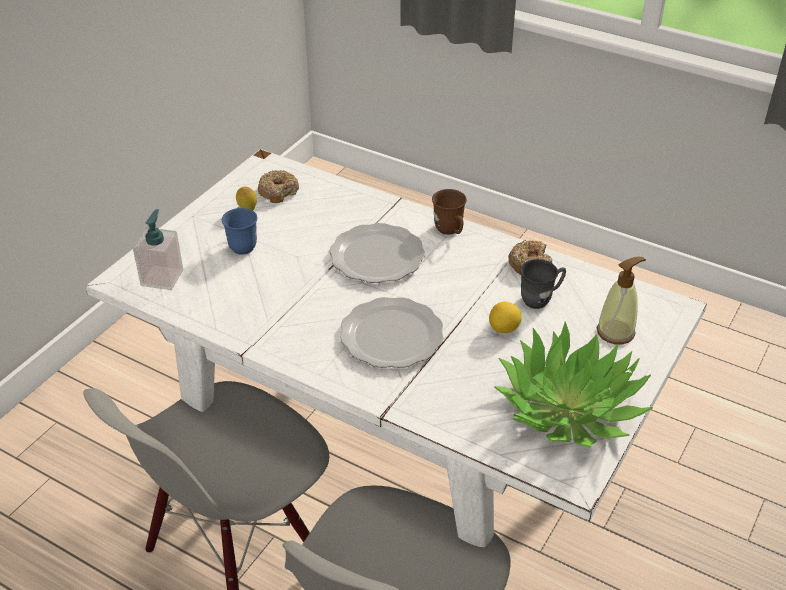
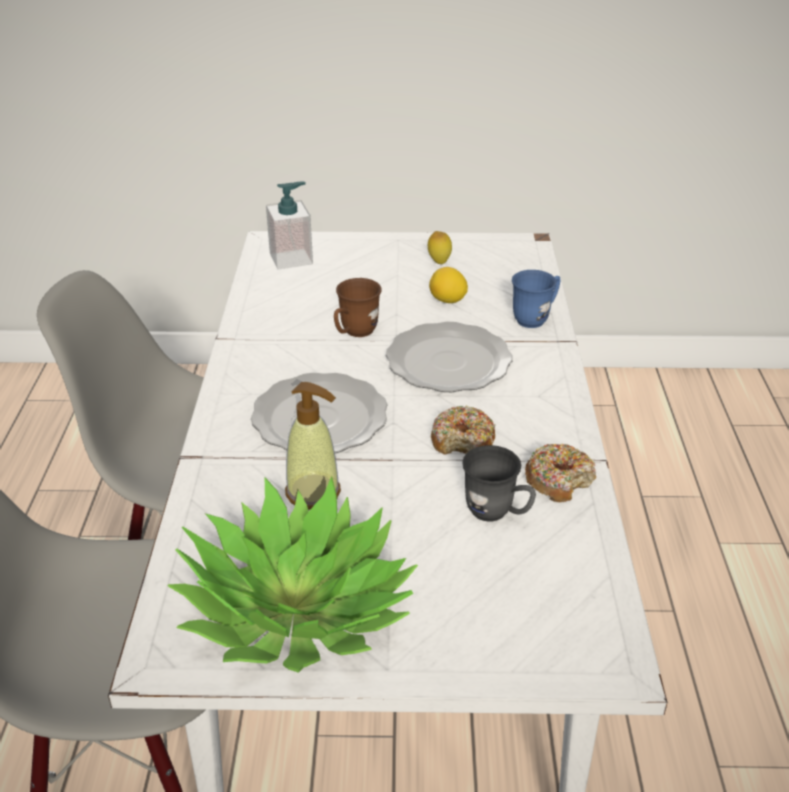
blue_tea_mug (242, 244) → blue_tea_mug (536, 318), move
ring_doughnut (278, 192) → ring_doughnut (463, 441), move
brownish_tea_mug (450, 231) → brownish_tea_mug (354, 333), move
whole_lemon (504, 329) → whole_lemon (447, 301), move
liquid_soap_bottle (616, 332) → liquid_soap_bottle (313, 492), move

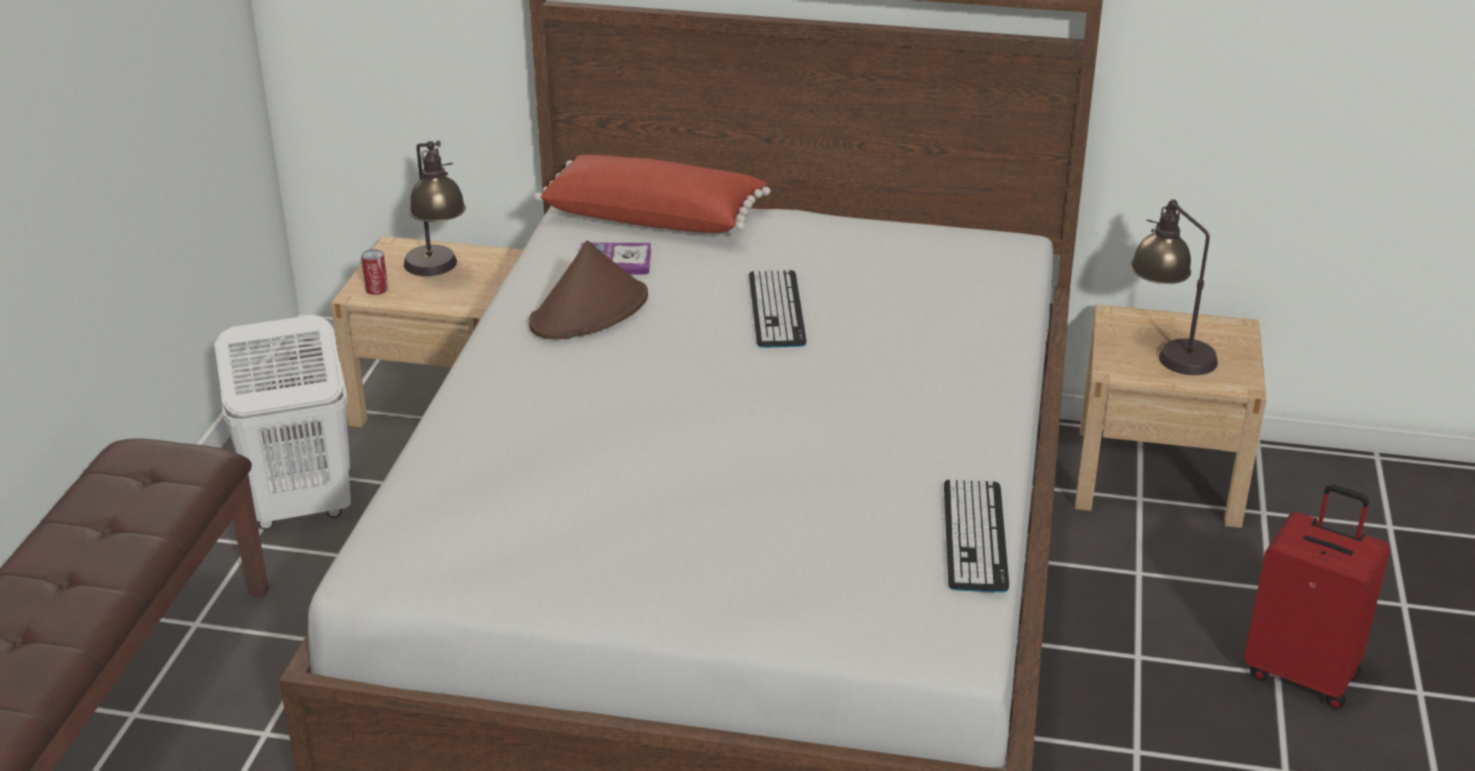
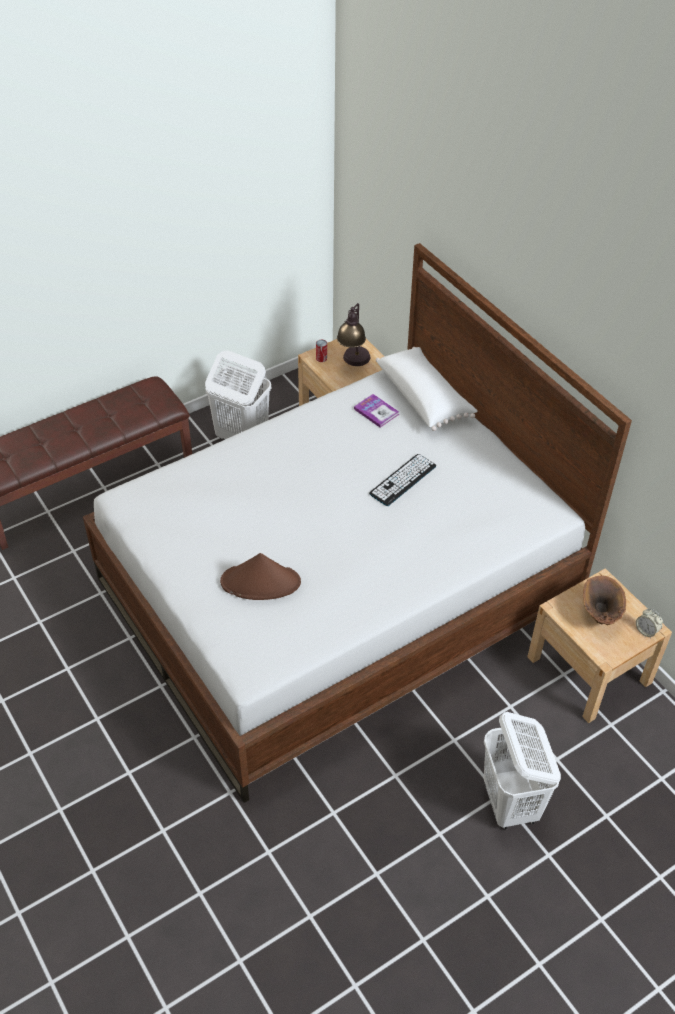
computer_keyboard (975, 536) → -
- → bedside_clock (646, 631)
brownish_wearable_hat (590, 311) → brownish_wearable_hat (261, 582), move
tabletop_lamp (1168, 351) → brownish_vase (598, 616)
reddish_travel_case (1302, 673) → white_washing_basket (510, 804)
reddish_throw_pillow (654, 217) → white_throw_pillow (424, 397)

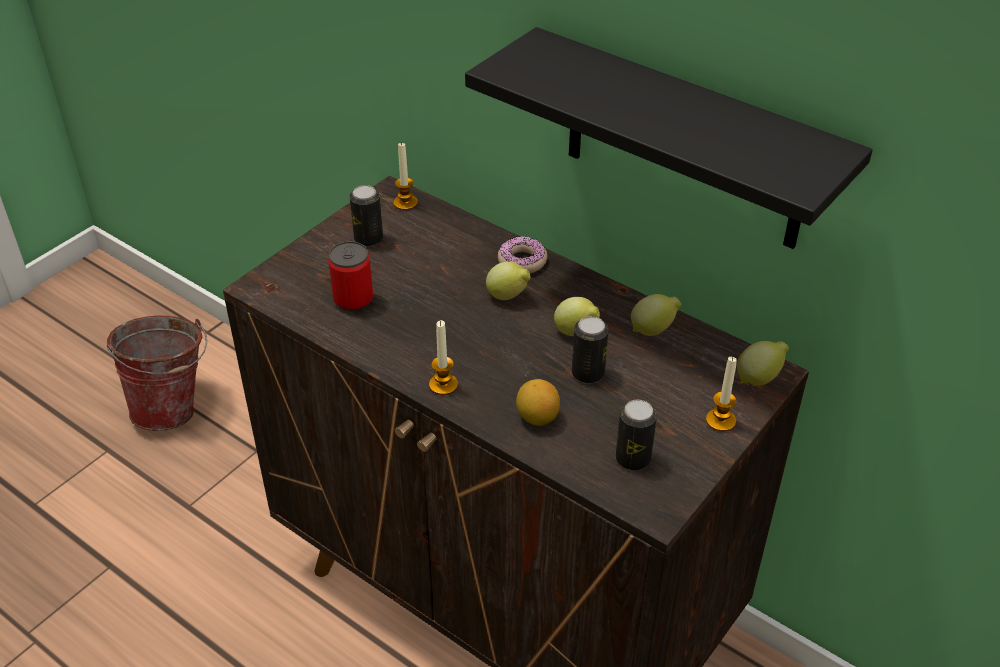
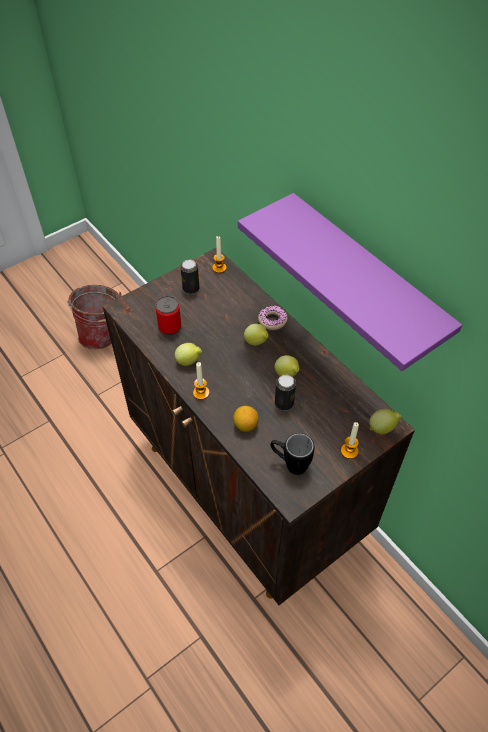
whole_lemon (653, 330) → whole_lemon (189, 362), move
can (633, 458) → black-coloured_tea_mug (290, 464)
black-coloured_shelf (684, 142) → purplish_shelf (364, 283)

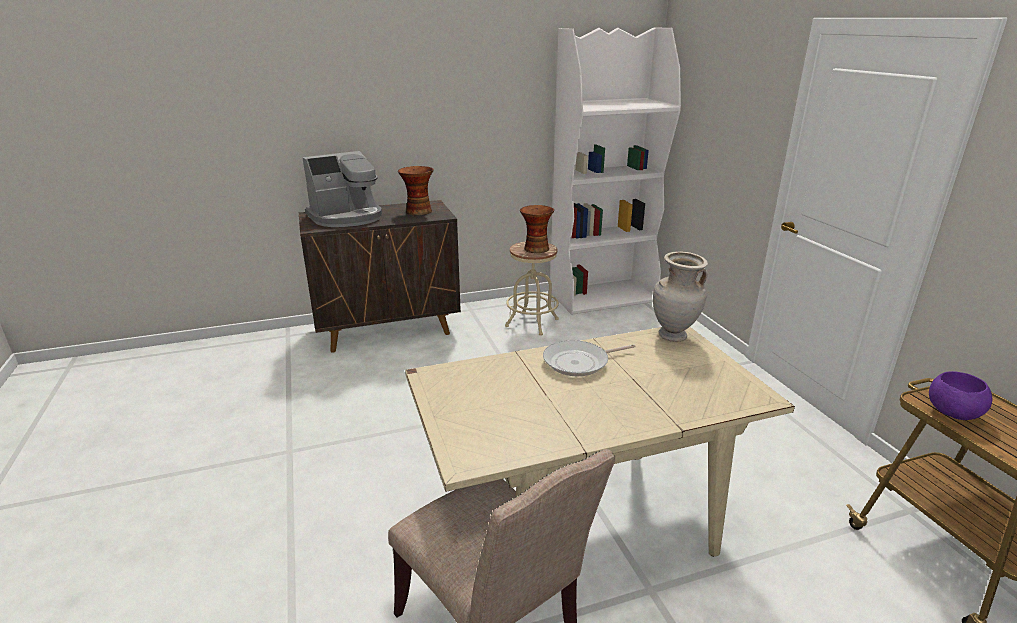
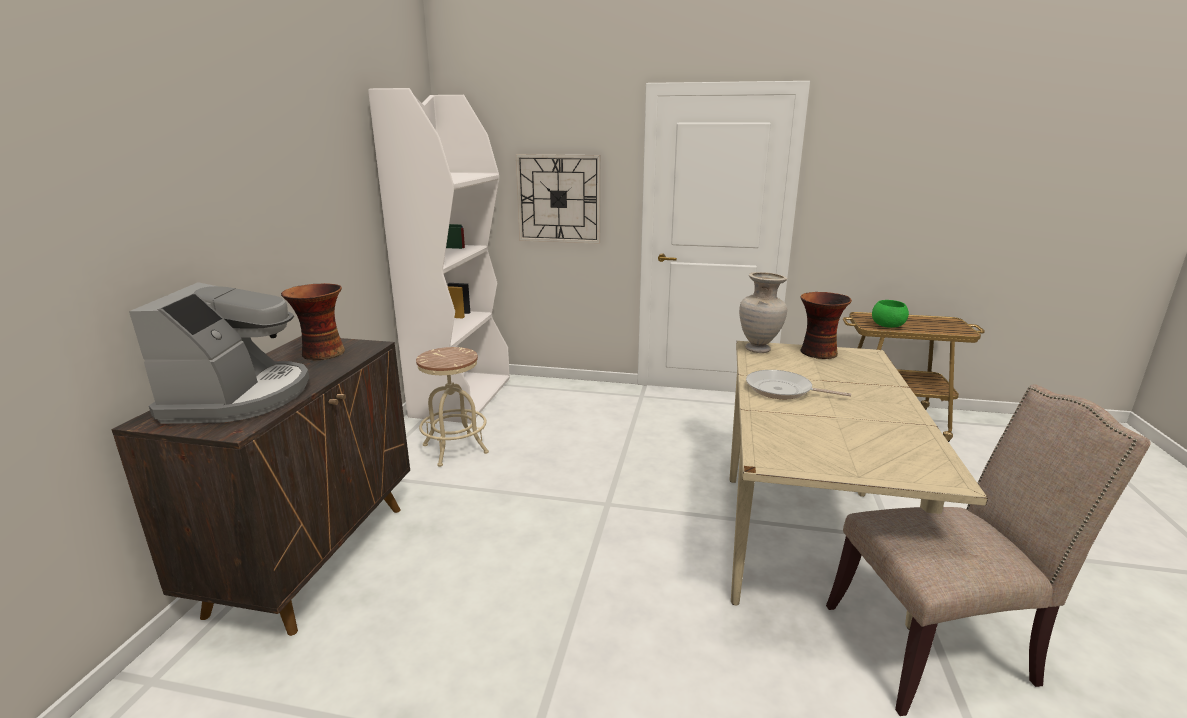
- → hanging_clock (559, 199)
vase (535, 248) → vase (817, 353), move
purplish_deep_dish (951, 412) → green-coloured_deep_dish (887, 326)
frying_pan (579, 362) → frying_pan (782, 390), 105 degrees clockwise

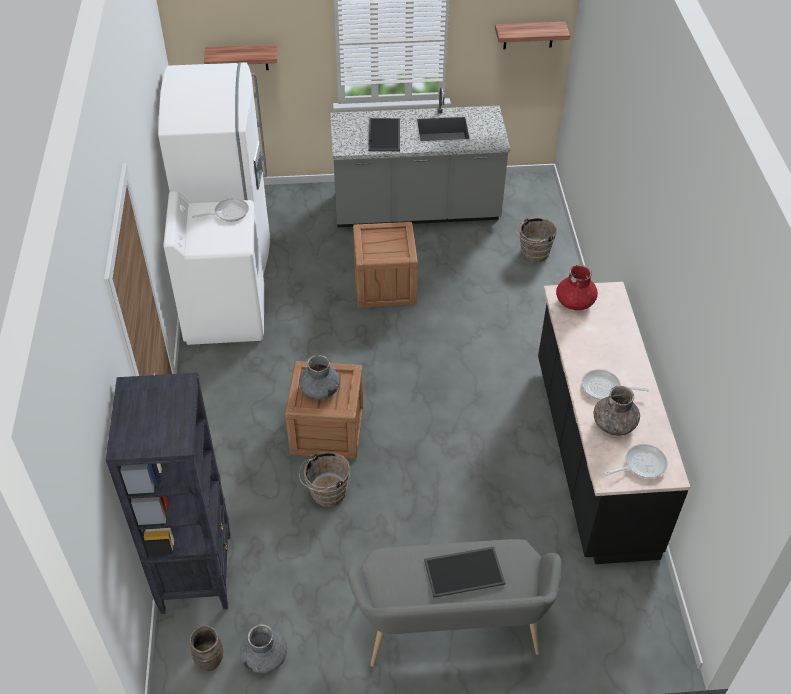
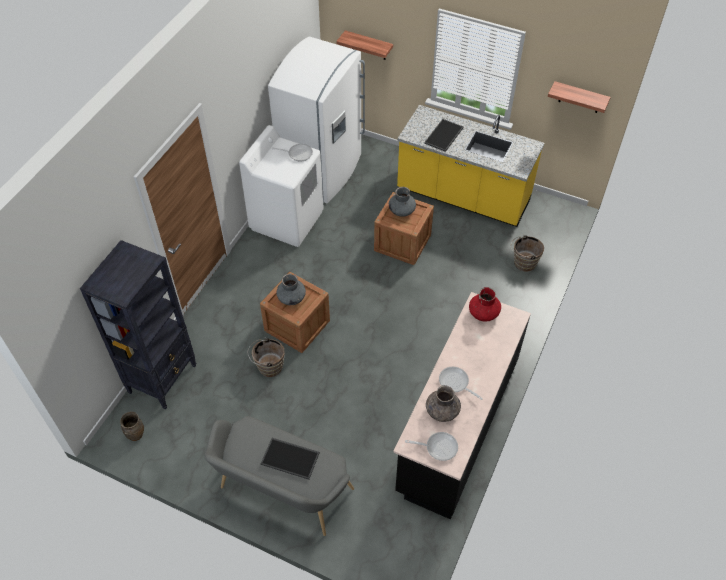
greyish_vase (264, 657) → greyish_vase (402, 210), move
greyish_counter (416, 210) → yellow-coloured_counter (463, 196)

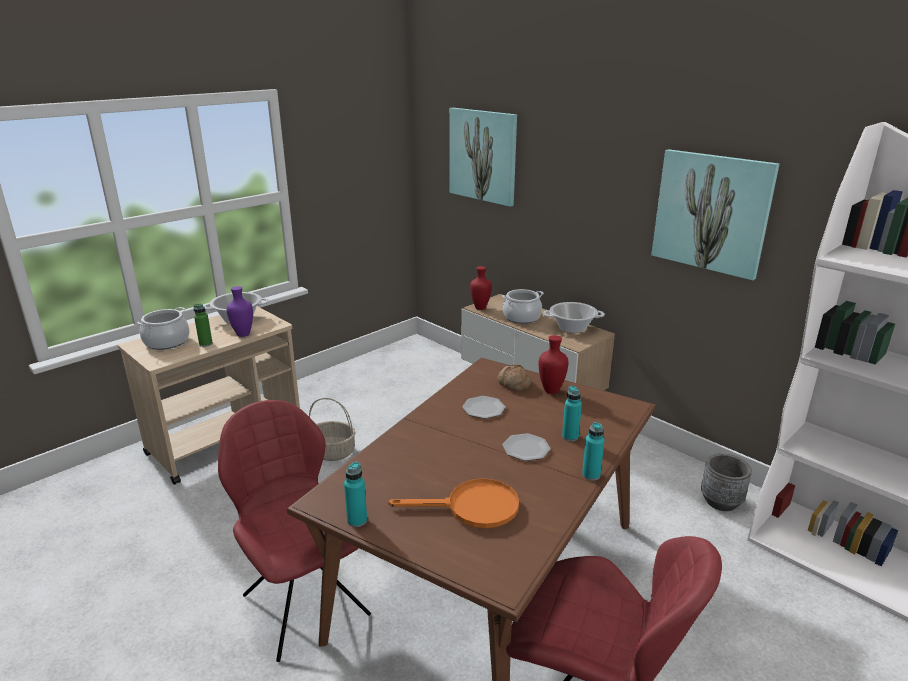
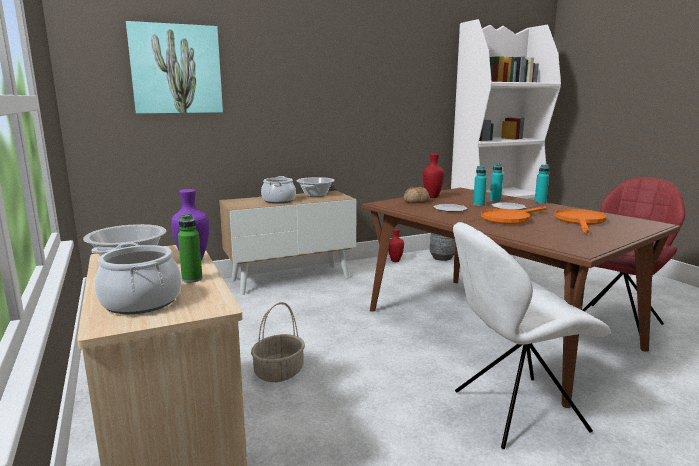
wall_art (711, 212) → -
- → orangey_frying_pan (509, 218)
blue-green_drink_bottle (357, 520) → blue-green_drink_bottle (478, 205), move
reddish_vase (481, 308) → reddish_vase (395, 261), move
reddish_plain_chair (304, 601) → white_plain_chair (514, 411)

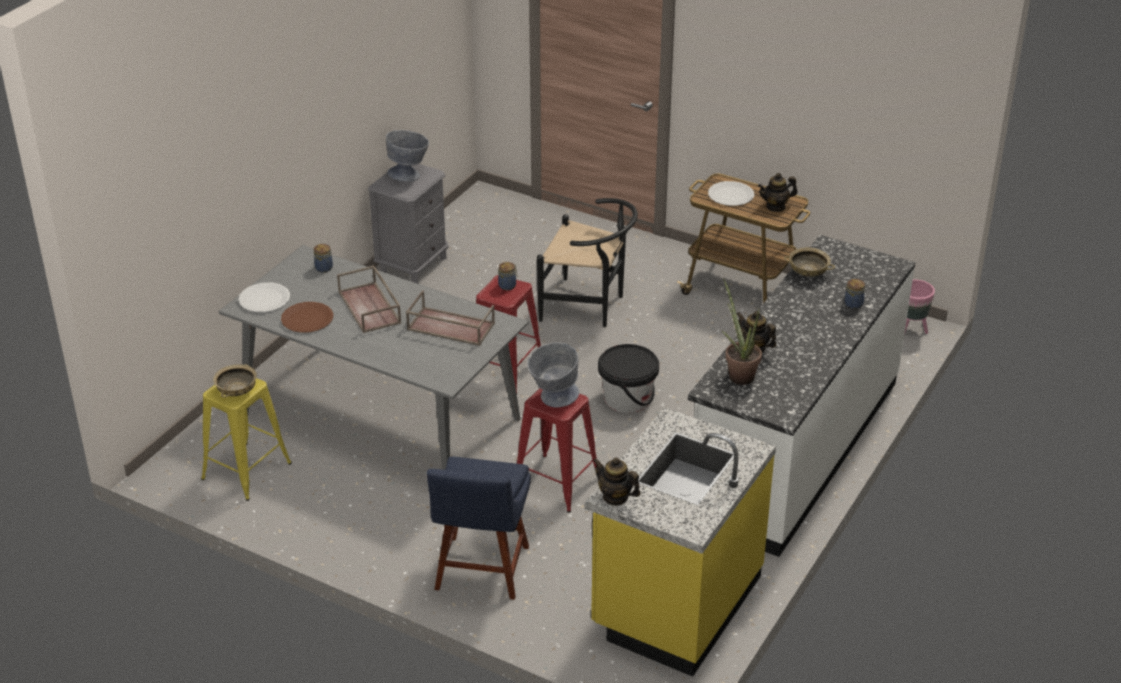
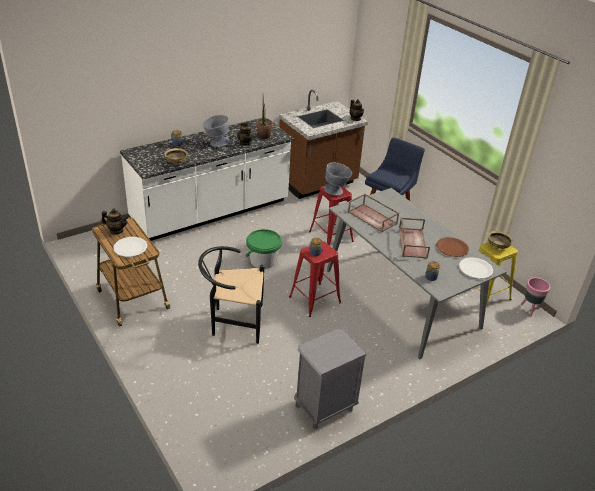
greyish_deep_dish (409, 174) → greyish_deep_dish (216, 143), move
pink-coloured_planter (910, 331) → pink-coloured_planter (530, 309), move
yellow-coloured_counter (675, 603) → brownish_counter (318, 183)
black-coloured_pail (627, 398) → green-coloured_pail (263, 260)
black-coloured_plain_chair (589, 306) → black-coloured_plain_chair (232, 322), 45 degrees counterclockwise

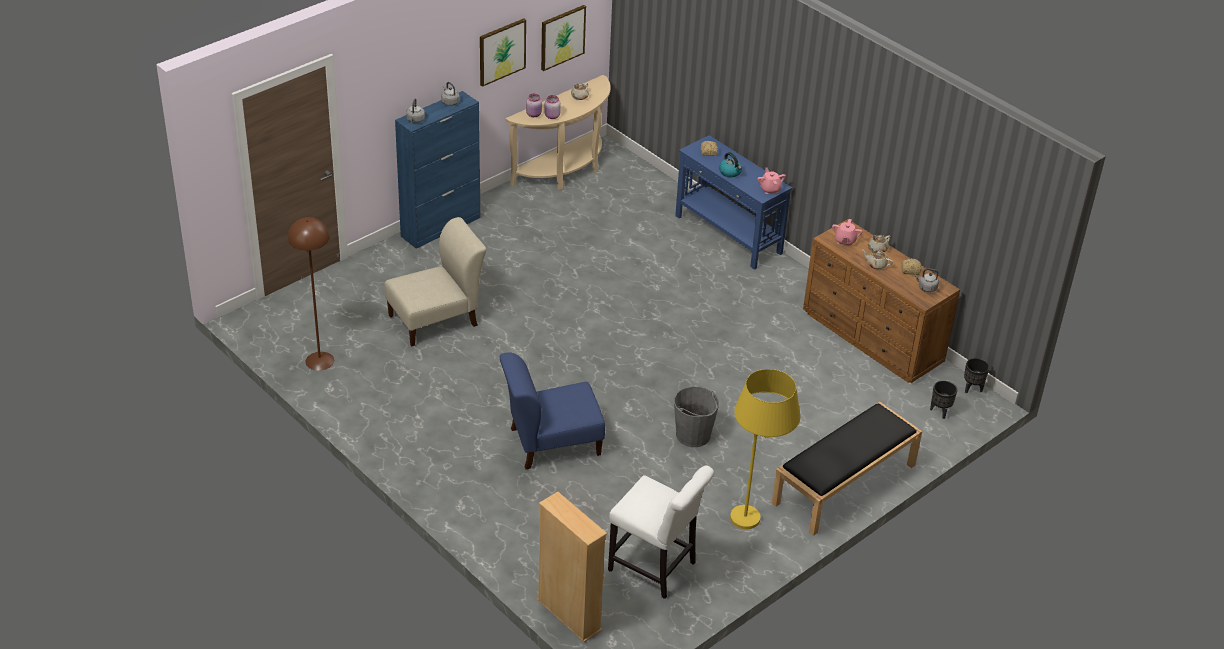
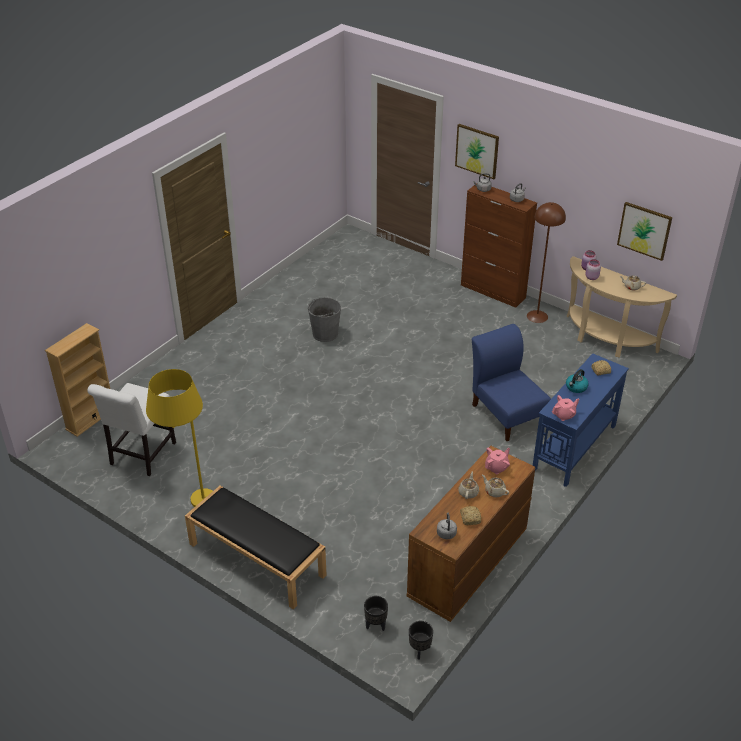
sand-coloured_plain_chair (436, 319) → -
brownish_standard_lamp (320, 361) → brownish_standard_lamp (537, 316), move
wall_art (502, 51) → wall_art (477, 151), move
blue_plain_chair (551, 443) → blue_plain_chair (506, 413), move
greyish_pail (693, 435) → greyish_pail (325, 334), move
blue_storage_cabinet (441, 227) → brownish_storage_cabinet (493, 291)
pink-coloured_teapot (845, 241) → pink-coloured_teapot (496, 467), 135 degrees clockwise

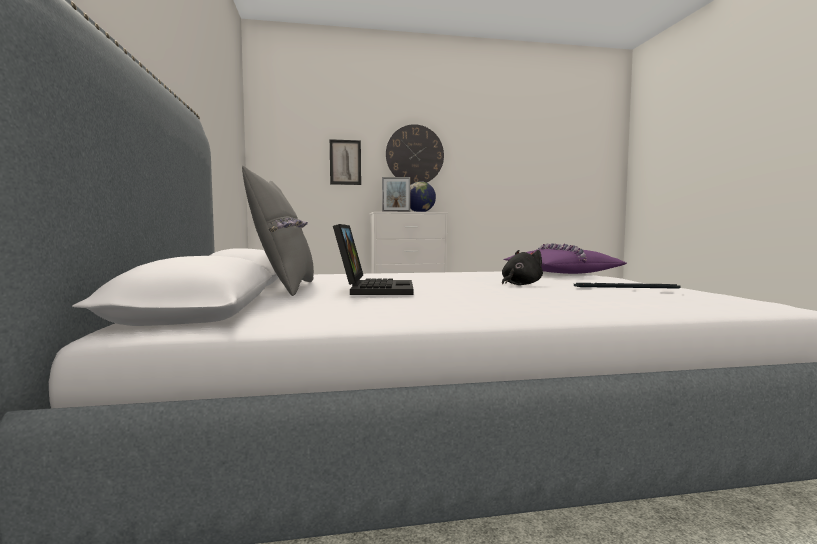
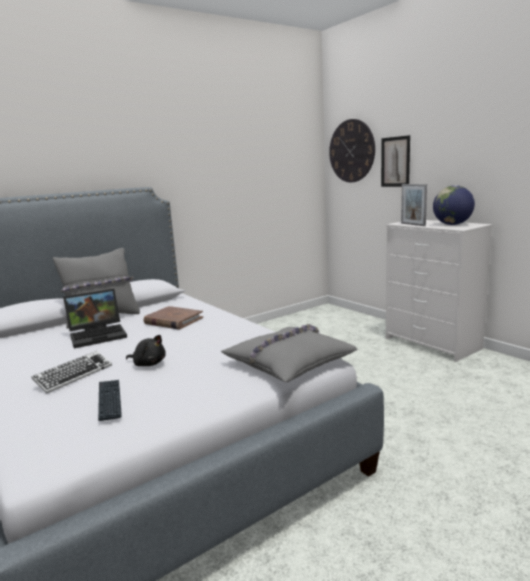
- → computer_keyboard (74, 375)
- → brownish_book (173, 321)
hanging_clock (414, 155) → hanging_clock (351, 151), move
purplish_throw_pillow (559, 272) → greyish_throw_pillow (288, 362)

